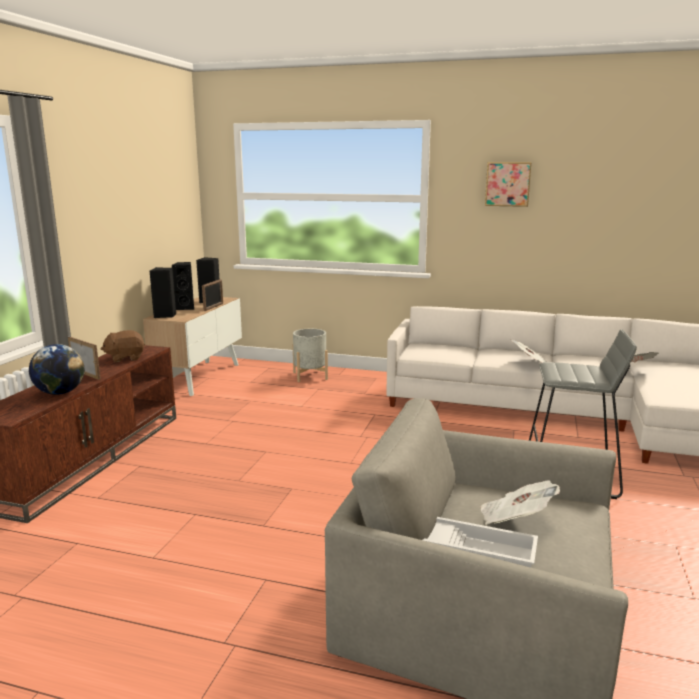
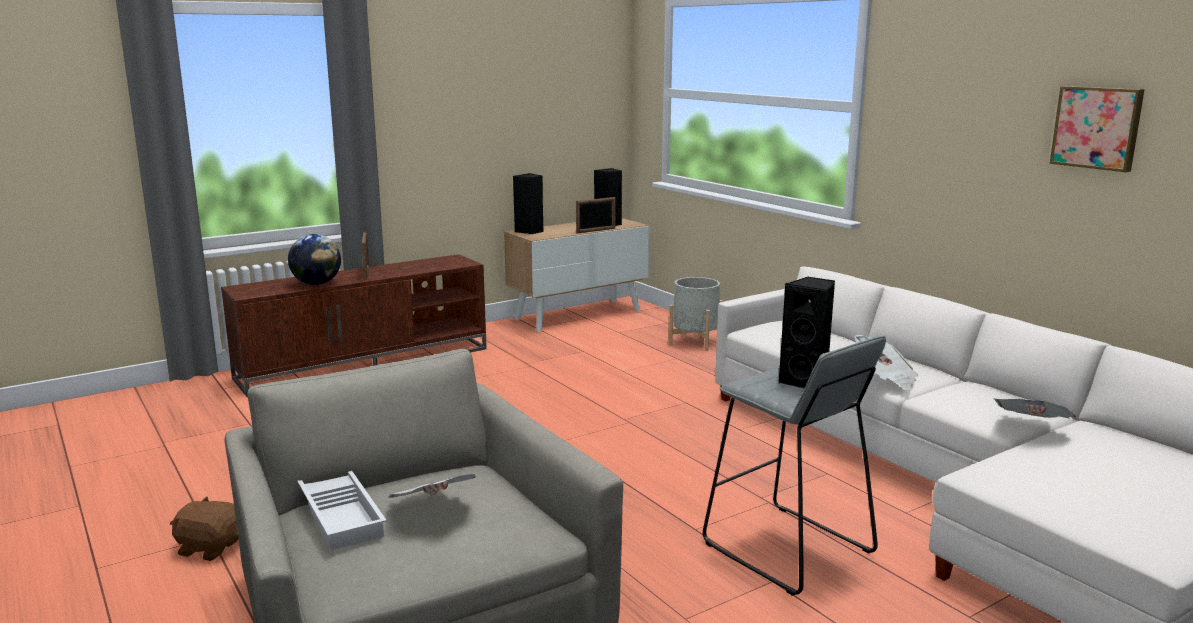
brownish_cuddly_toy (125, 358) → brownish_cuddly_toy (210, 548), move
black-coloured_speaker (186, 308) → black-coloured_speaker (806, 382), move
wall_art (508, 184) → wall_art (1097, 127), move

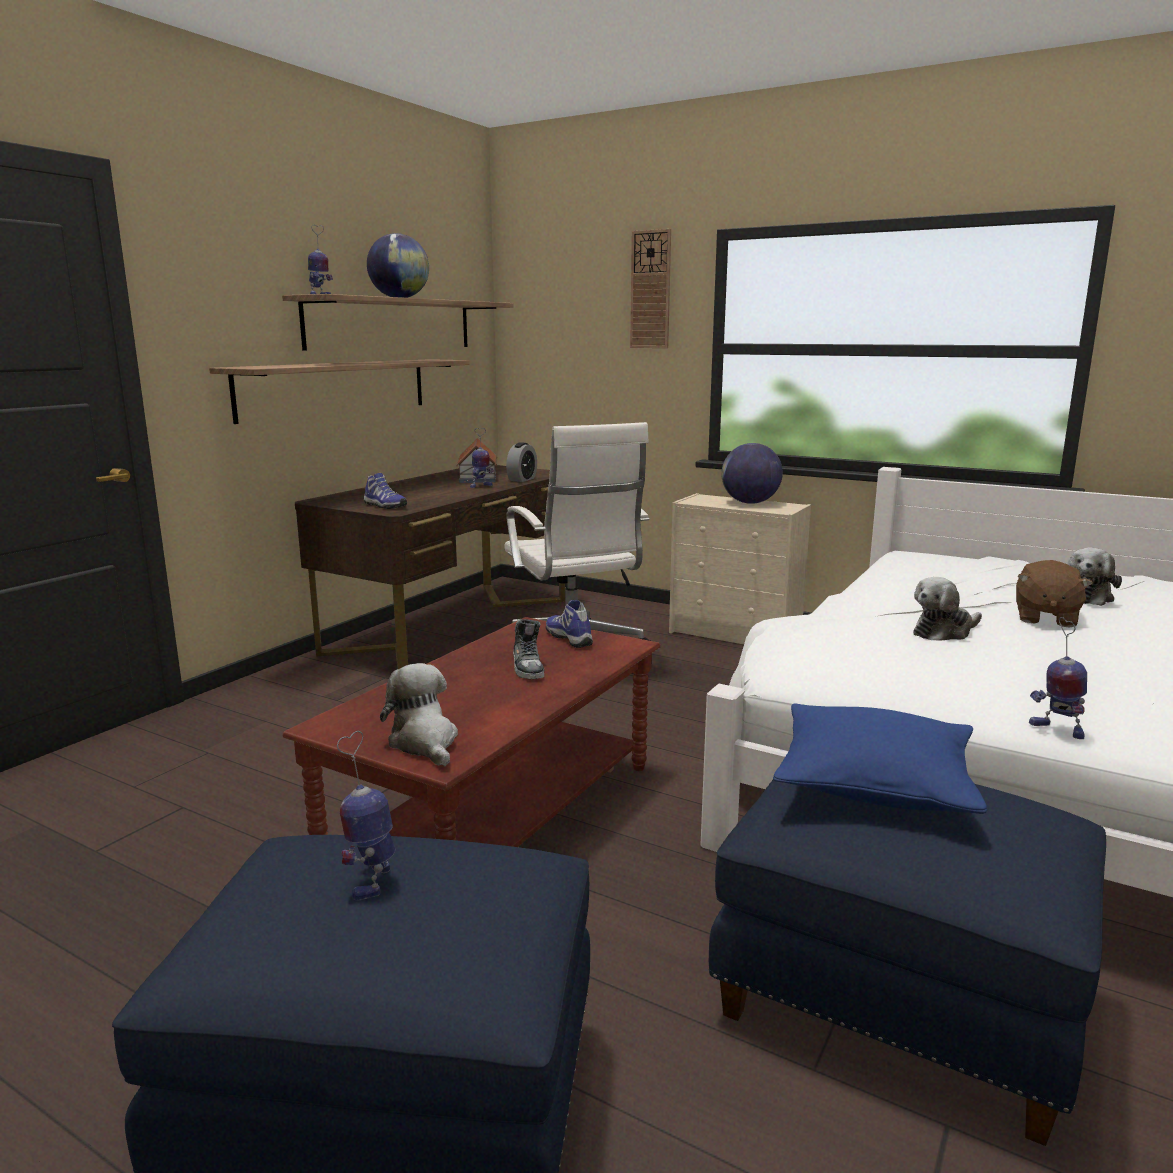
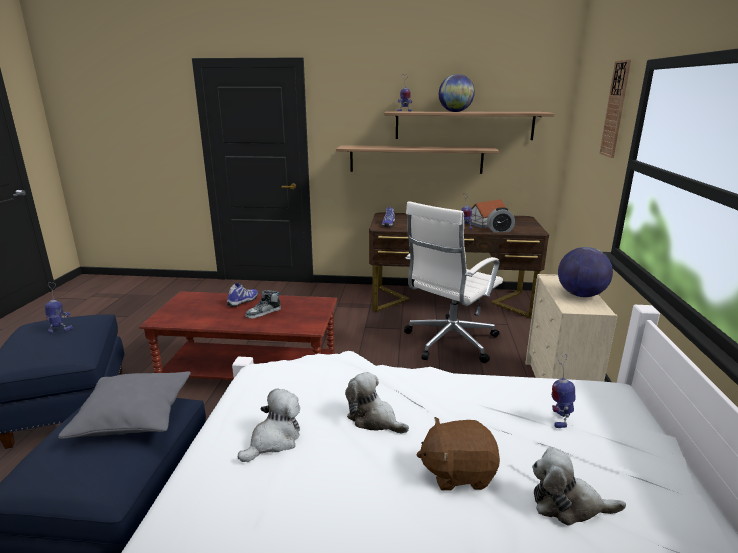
cuddly_toy (425, 743) → cuddly_toy (274, 440), move
item_of_footwear (570, 638) → item_of_footwear (243, 301), move
model_robot (1056, 729) → model_robot (559, 419), move
blue_throw_pillow (875, 783) → greyish_throw_pillow (134, 417)

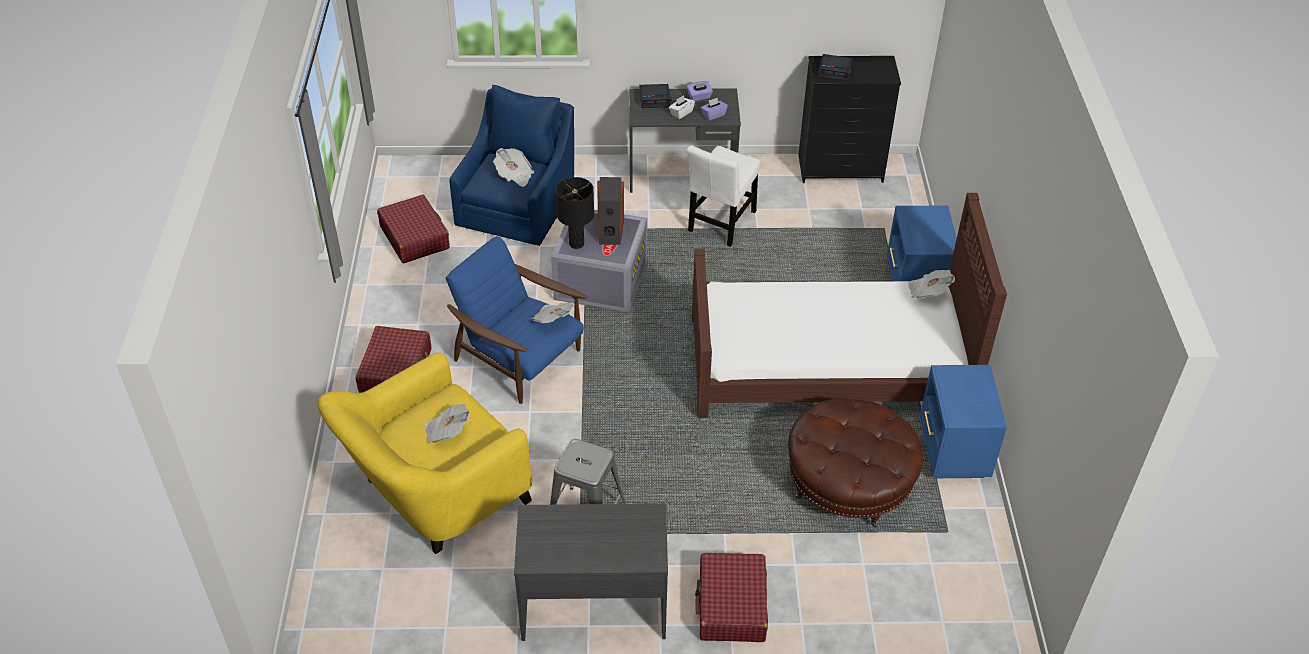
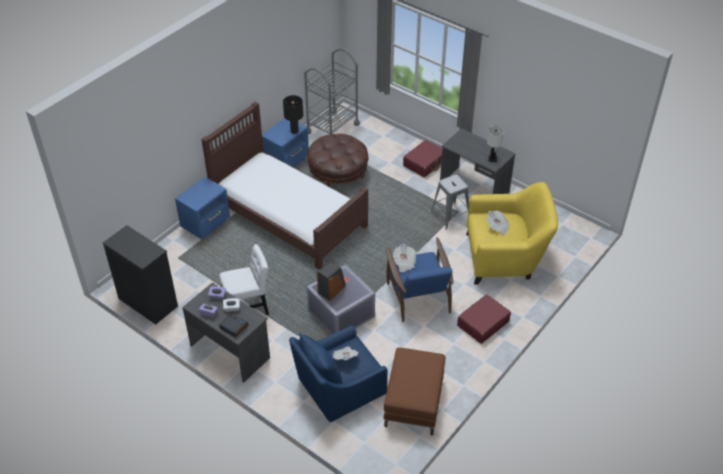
bedside_clock (835, 71) → -
newspaper (928, 292) → -
- → greyish_cart (332, 128)
- → white_tabletop_lamp (492, 159)
black-coloured_tabletop_lamp (576, 244) → black-coloured_tabletop_lamp (294, 131), move
reddish_travel_case (415, 237) → brownish_footrest (414, 402)

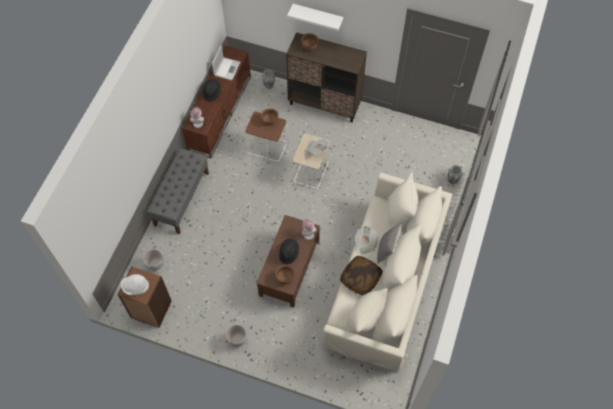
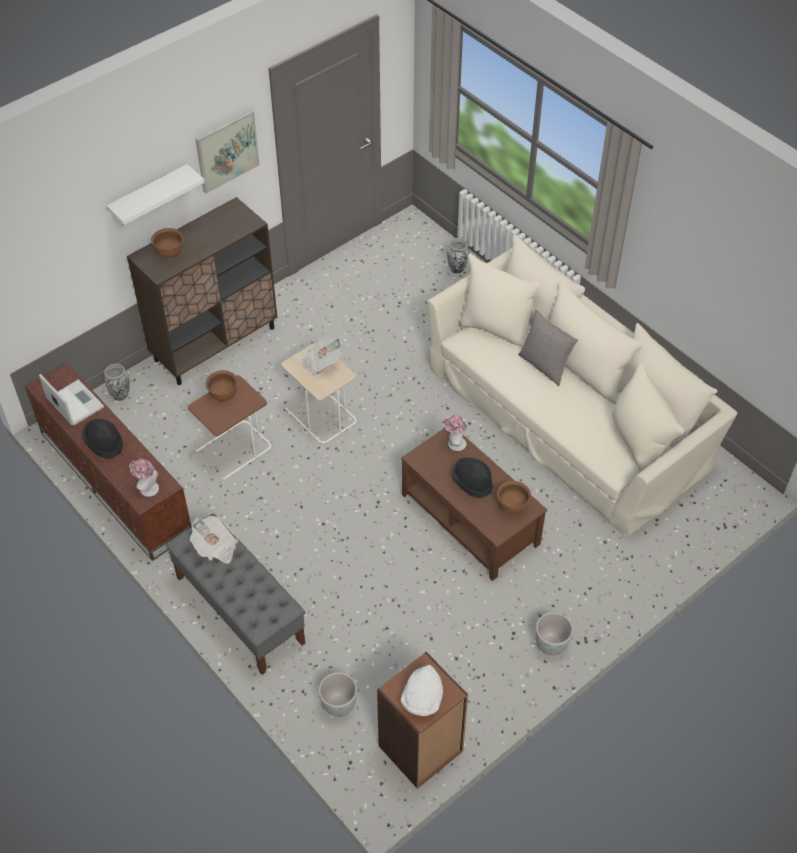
throw_pillow (360, 278) → -
- → wall_art (227, 151)
newspaper (365, 243) → newspaper (215, 547), move

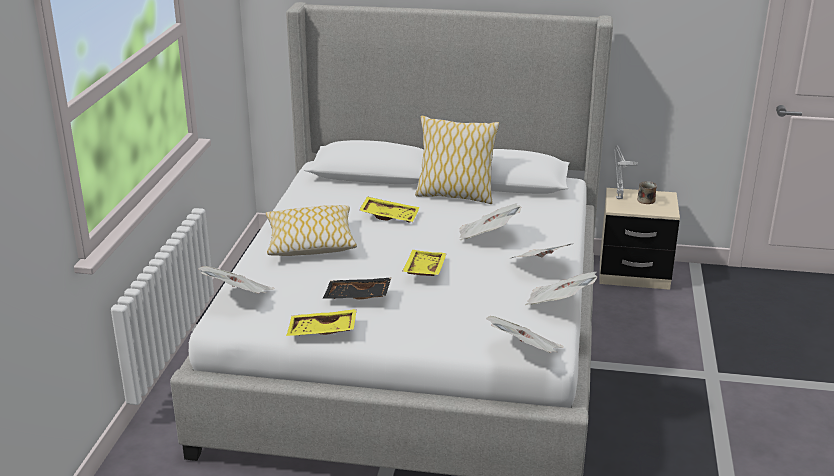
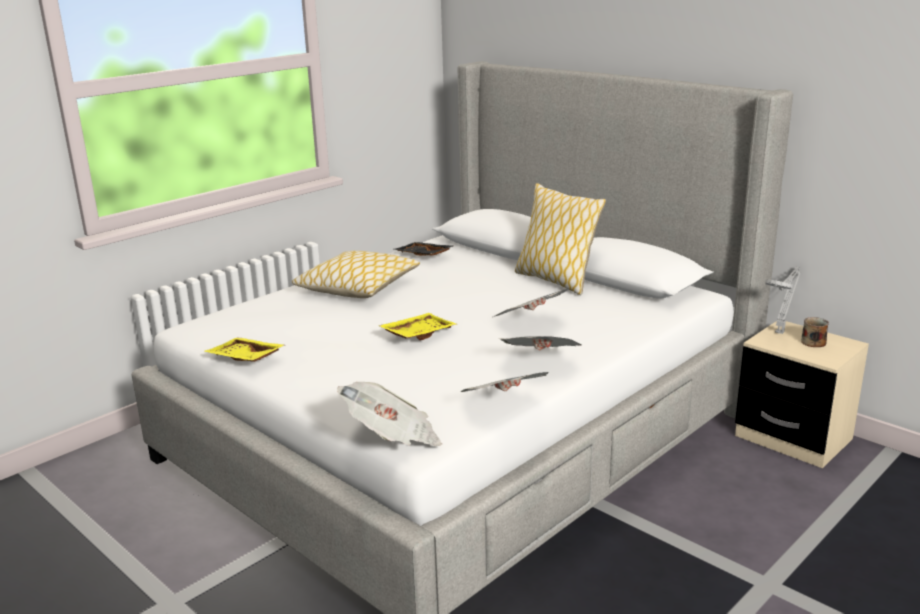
newspaper (239, 297) → -
yellow-coloured_carrying_tray (389, 216) → -
black-coloured_carrying_tray (357, 297) → black-coloured_carrying_tray (422, 256), move

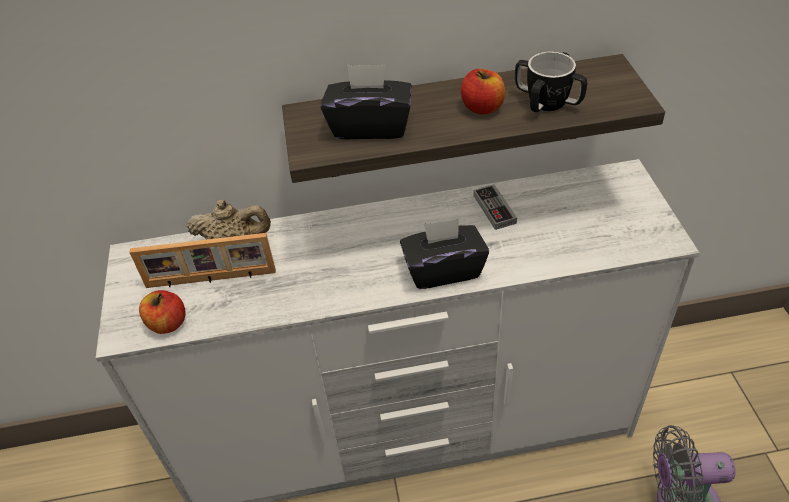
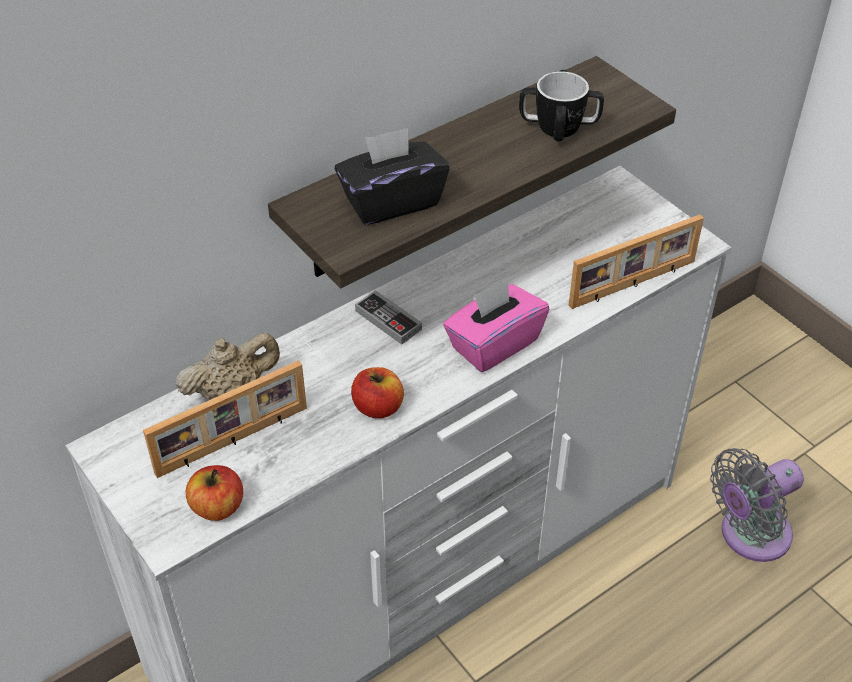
- → standing_frame (633, 284)
apple (482, 107) → apple (378, 407), move
joypad (494, 209) → joypad (388, 320), move
black-coloured_box_of_tissues (443, 270) → pink-coloured_box_of_tissues (493, 344)

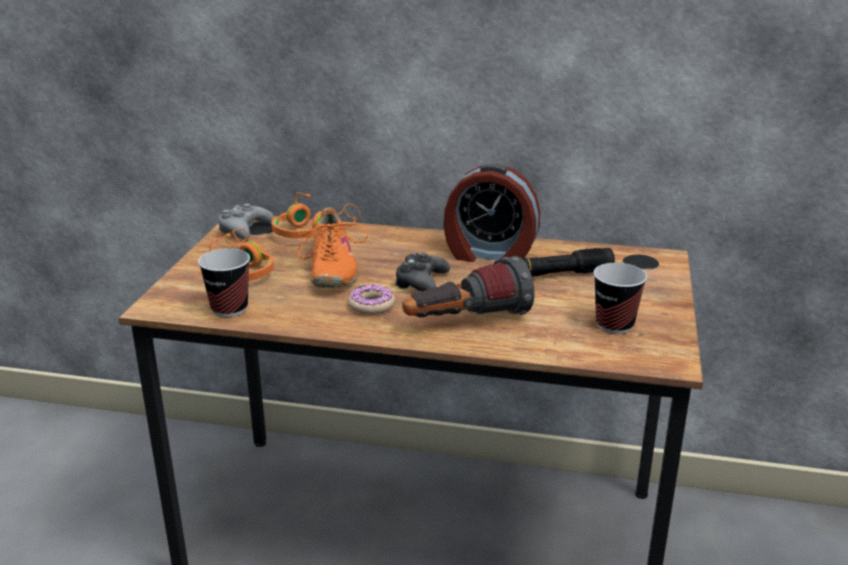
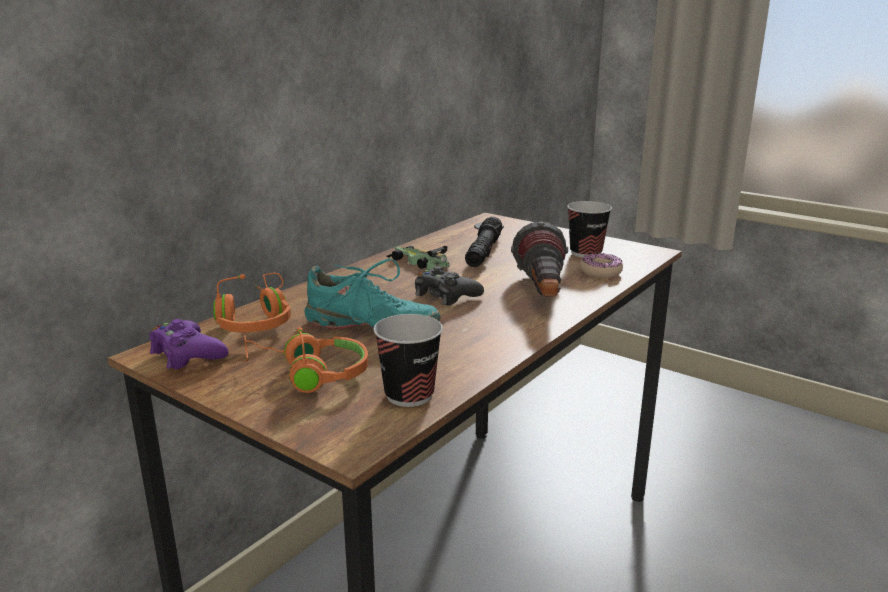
ring_doughnut (371, 305) → ring_doughnut (600, 271), move
bedside_clock (489, 255) → toy_car (419, 262)
greyish_joypad (244, 229) → purplish_joypad (187, 354)
orangey_item_of_footwear (331, 270) → blue-green_item_of_footwear (370, 327)

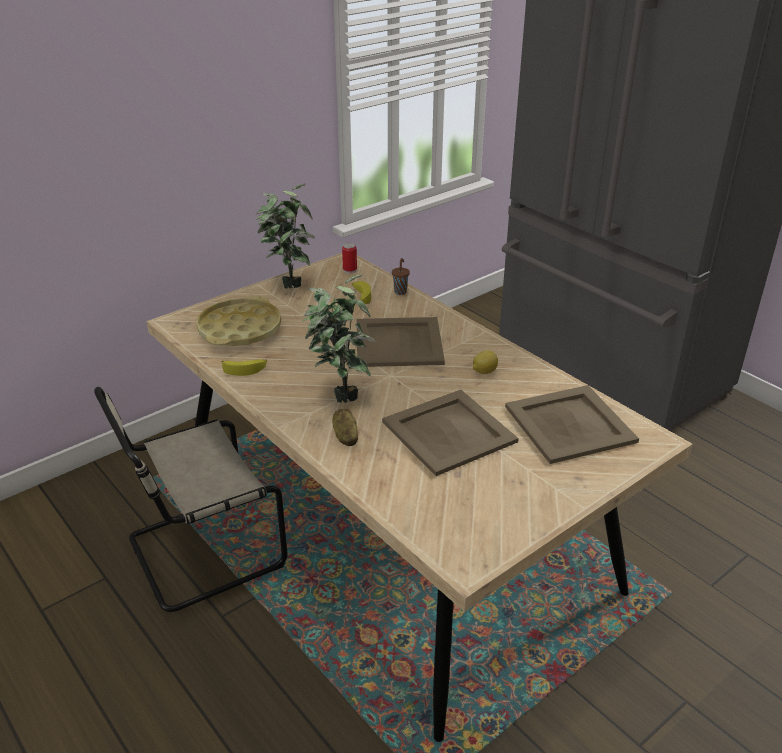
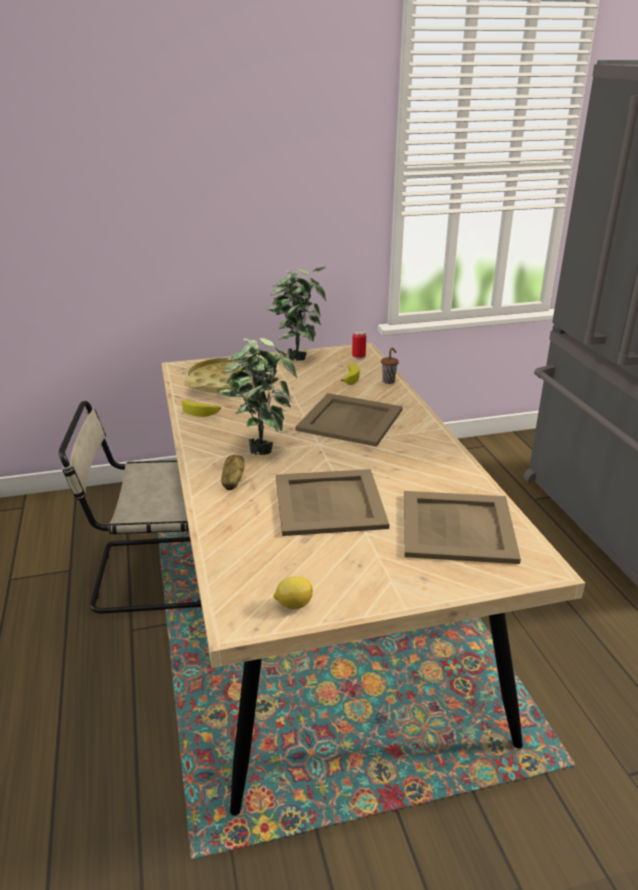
whole_lemon (484, 371) → whole_lemon (293, 604), move

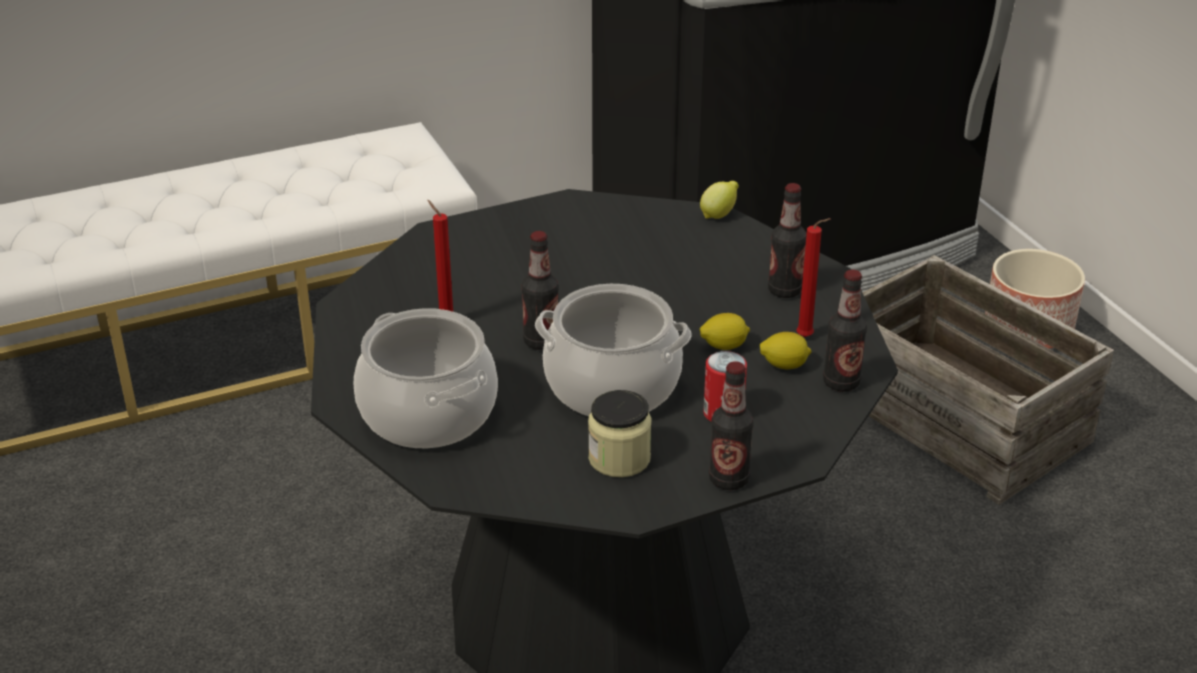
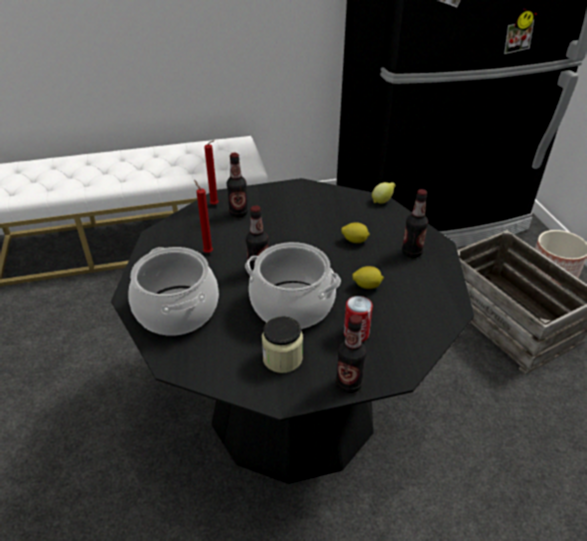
whole_lemon (784, 365) → whole_lemon (355, 241), move
reddish_wax_light (807, 337) → reddish_wax_light (215, 205), move
drink_bottle (841, 383) → drink_bottle (238, 213), move

